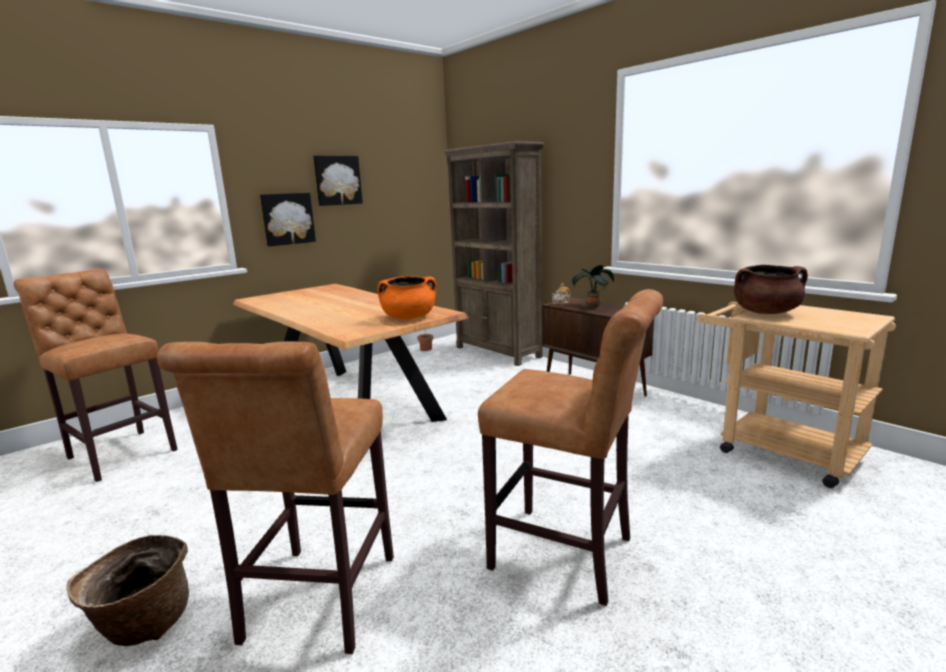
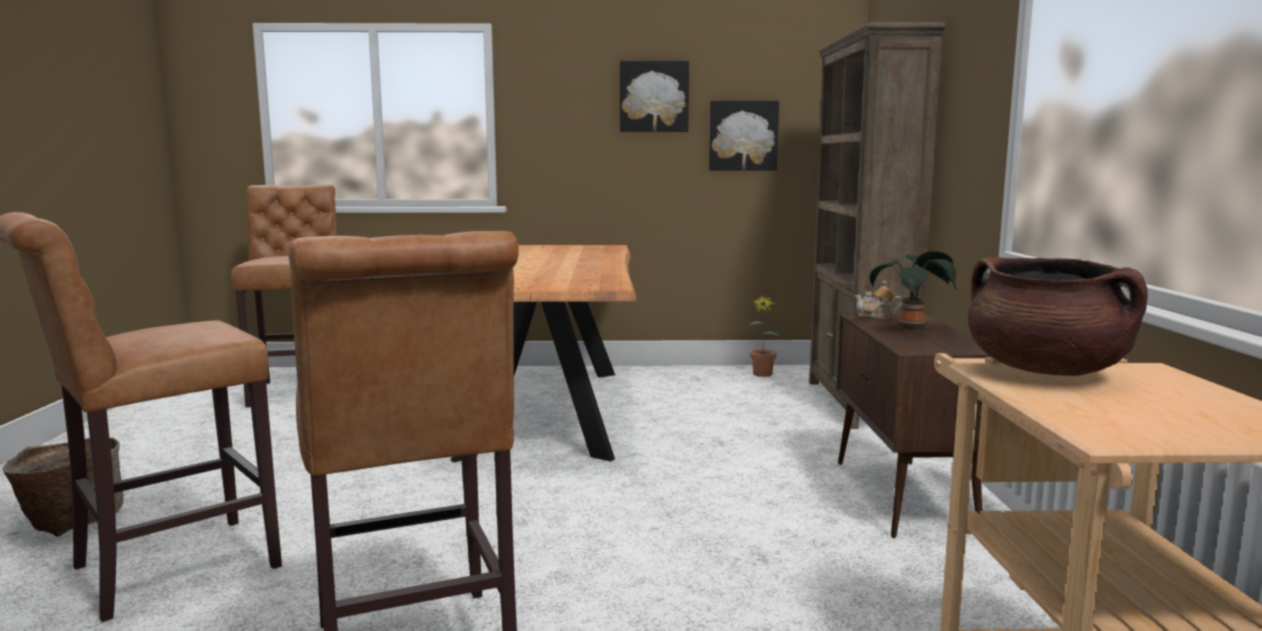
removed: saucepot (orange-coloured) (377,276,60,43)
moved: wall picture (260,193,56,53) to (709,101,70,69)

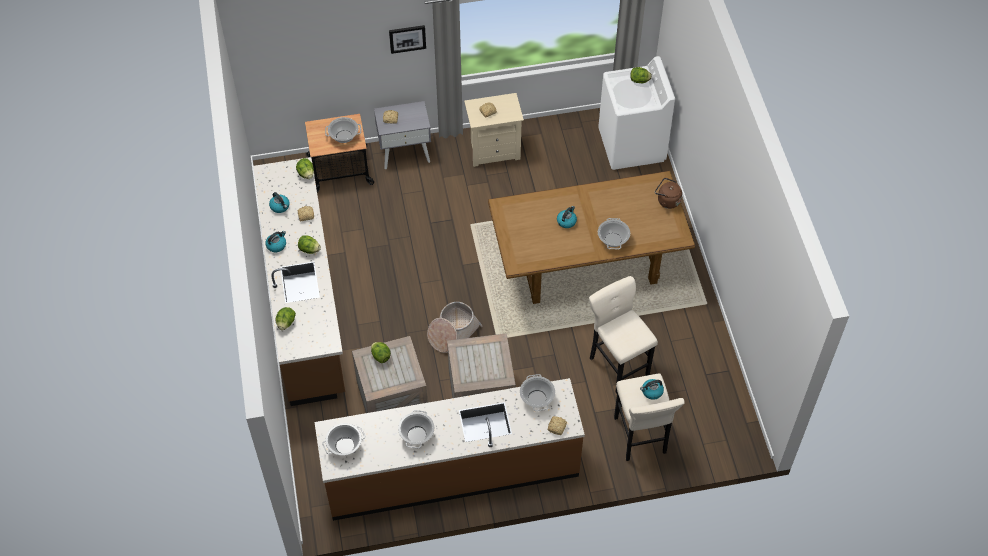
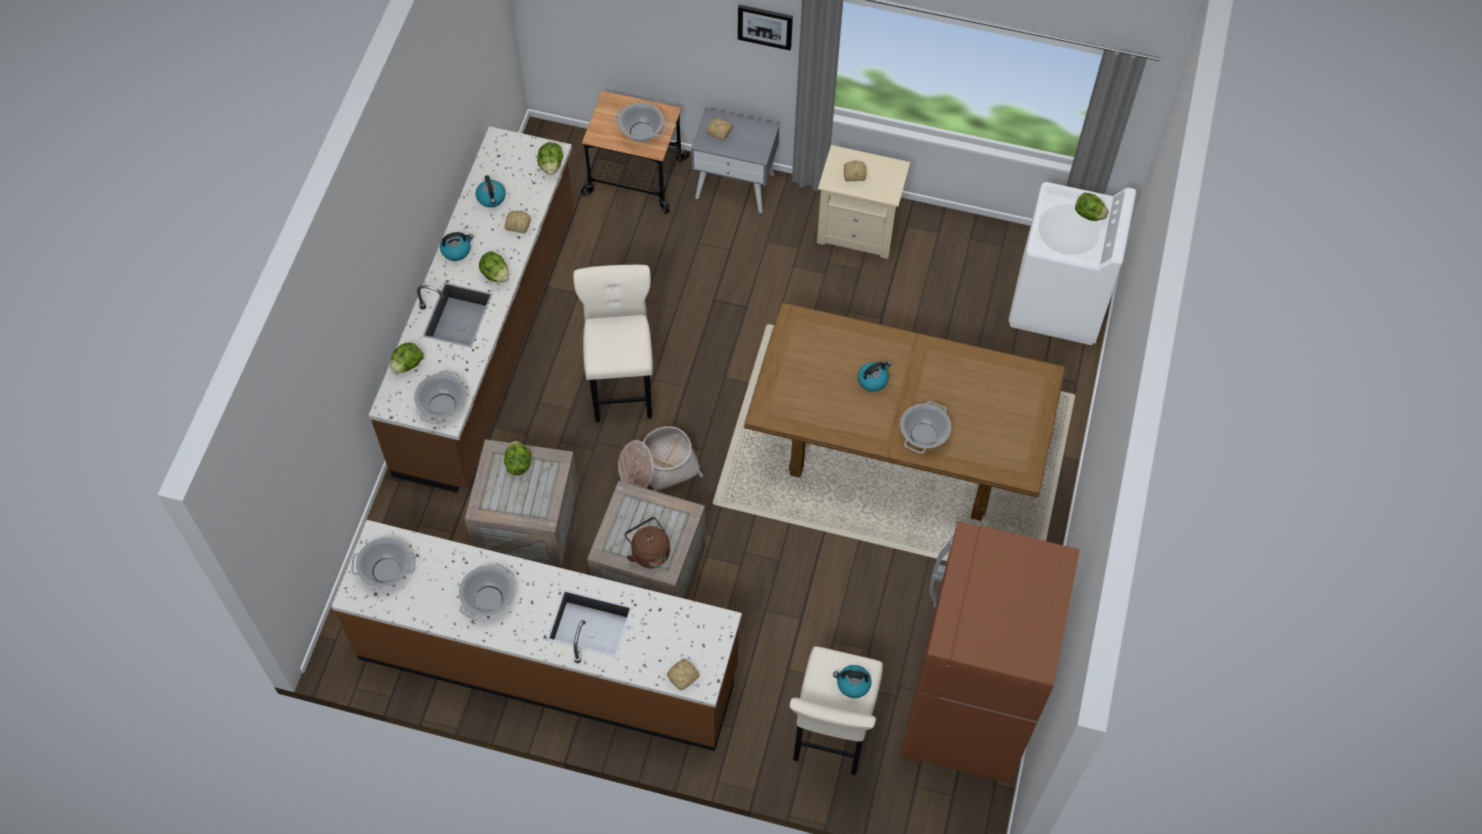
added: refrigerator (brownish) (900,521,180,263)
moved: saucepot (520,374,35,37) to (414,370,52,54); stool seat (sand-coloured) (589,276,69,118) to (573,265,80,157); water kettle (brownish) (655,178,27,31) to (625,517,45,51)

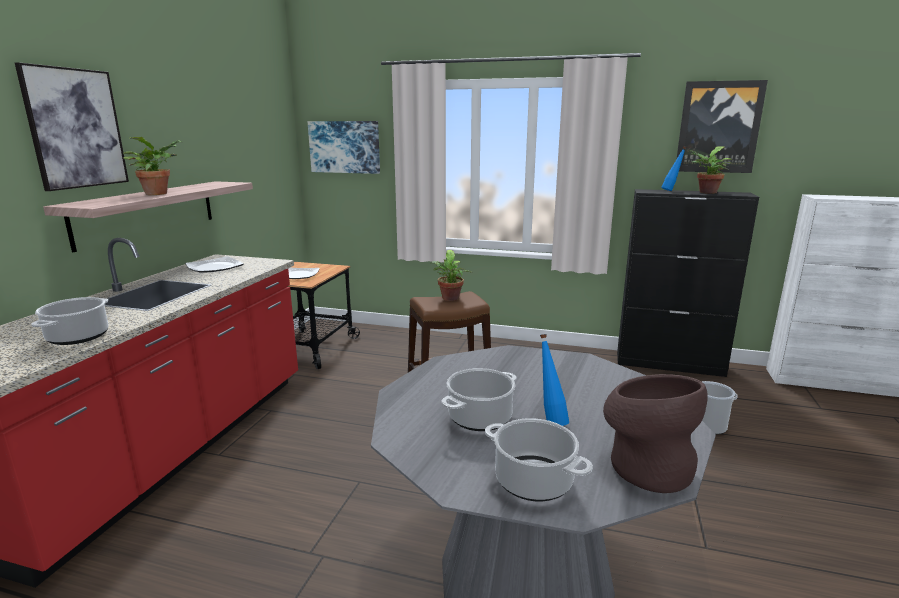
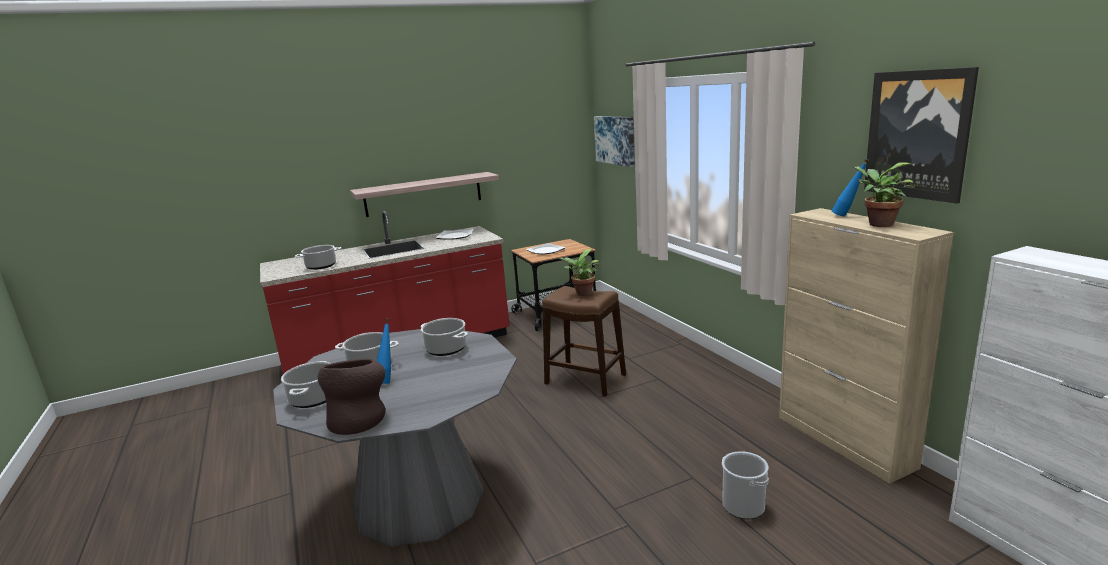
removed: wall picture (15,62,114,129); potted plant (123,137,59,58)
added: saucepot (421,318,47,38)
recoloured: cupboard (blackish) (617,189,142,188) to cupboard (sand-coloured) (779,208,175,276)

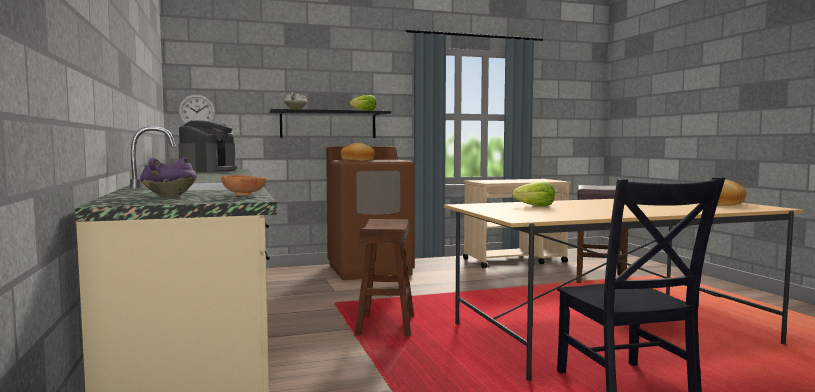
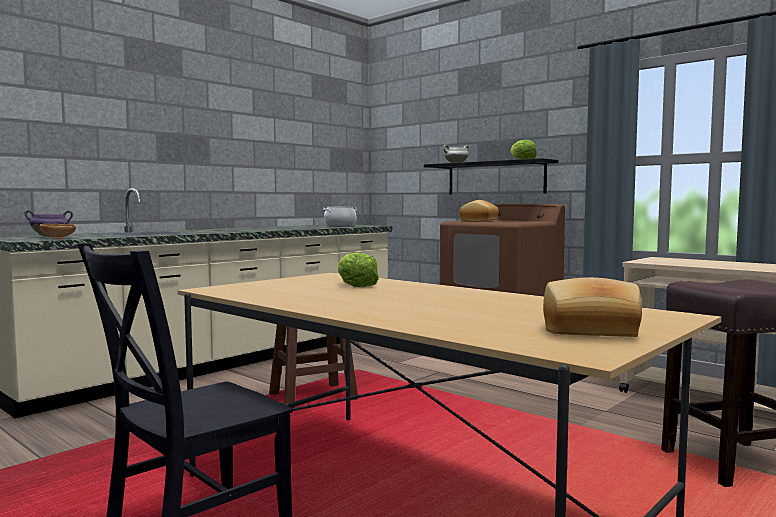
removed: wall clock (178,94,38,31)
replaced: coffee brewer (179,120,59,52) to saucepot (323,206,34,20)

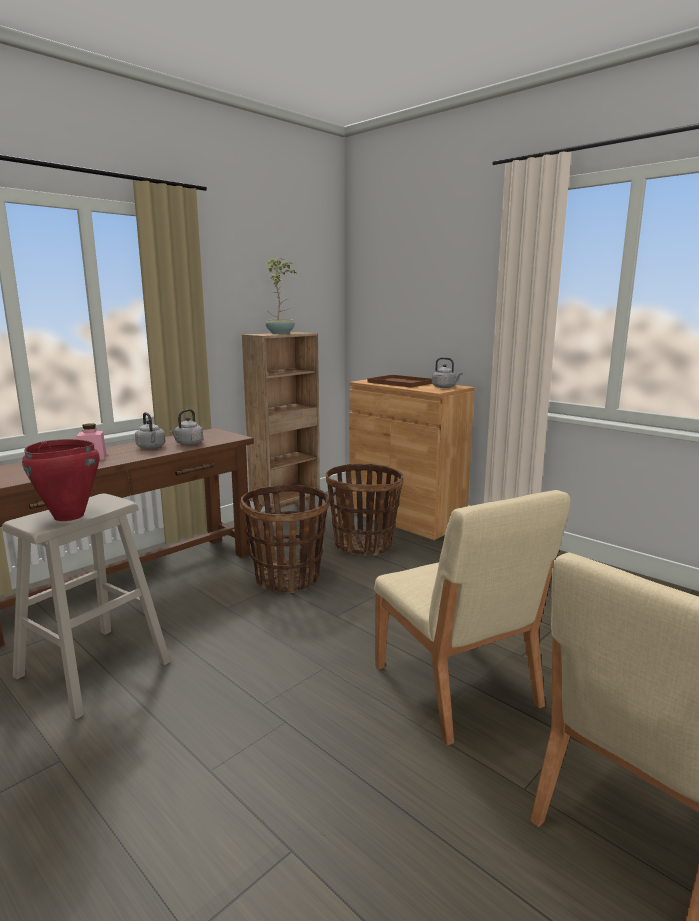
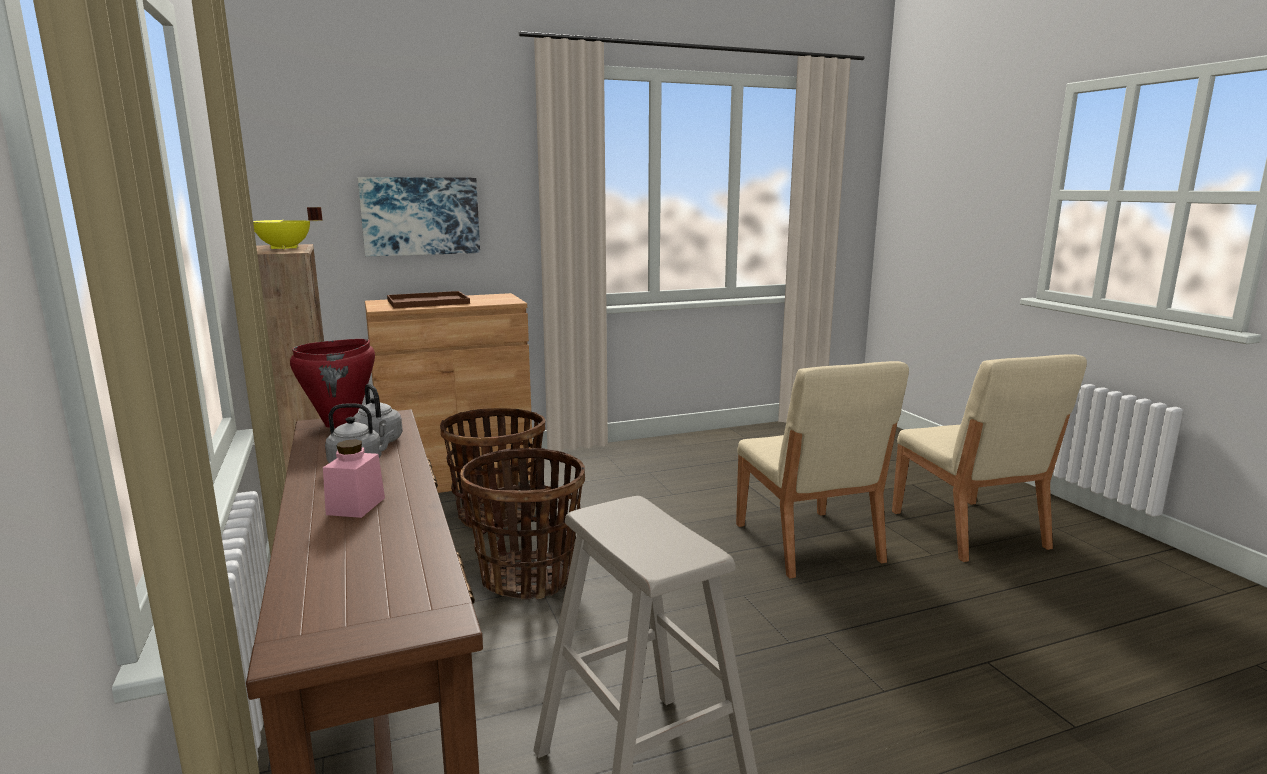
removed: water kettle (grey) (432,357,31,31)
added: wall picture (358,177,122,79)
moved: saucepot (red-coloured) (22,439,78,82) to (290,339,85,89)
replaced: potted plant (266,258,30,76) to saucepot (yellowish) (253,207,70,42)
turned: chair (sand-coloured) (374,490,196,256) = (736,361,173,218) 75 degrees clockwise

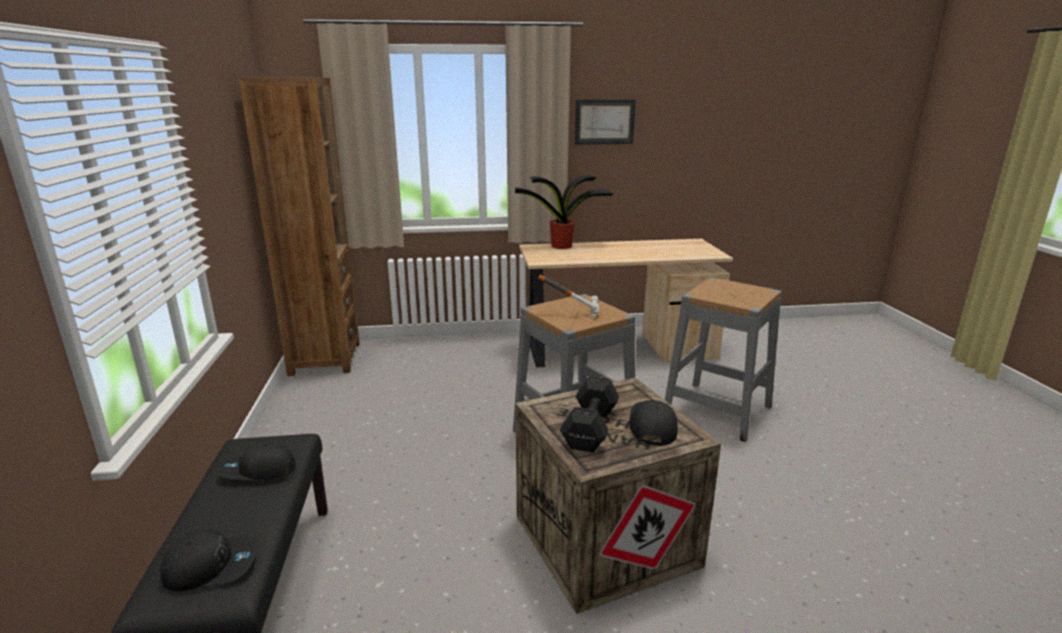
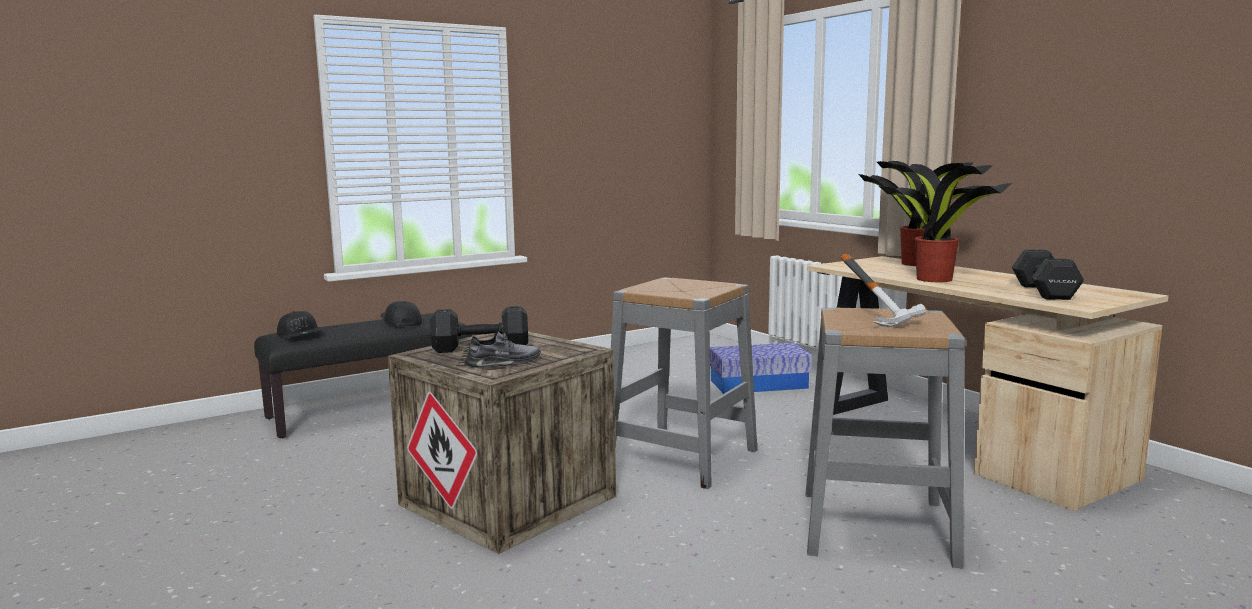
removed: shelving unit (brownish) (239,77,121,299); wall picture (575,100,61,45)
added: storage container (710,343,102,51); potted plant (879,164,133,118); hand weight (blackish) (1012,250,72,50)
moved: hammer (538,274,61,43) to (841,254,85,73)
replaced: cap (blackish) (629,400,49,46) to shoe (grey) (465,331,76,37)

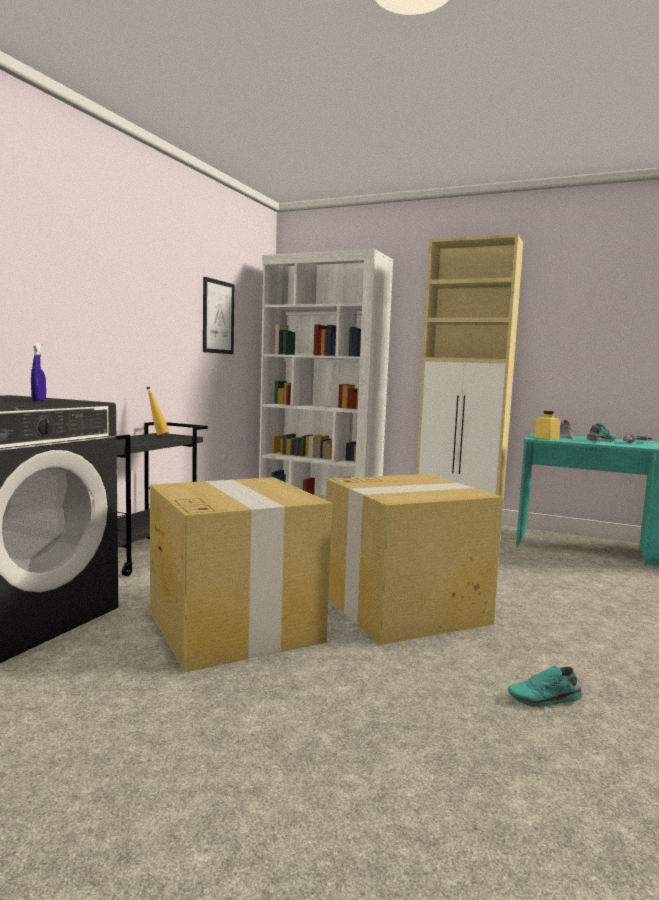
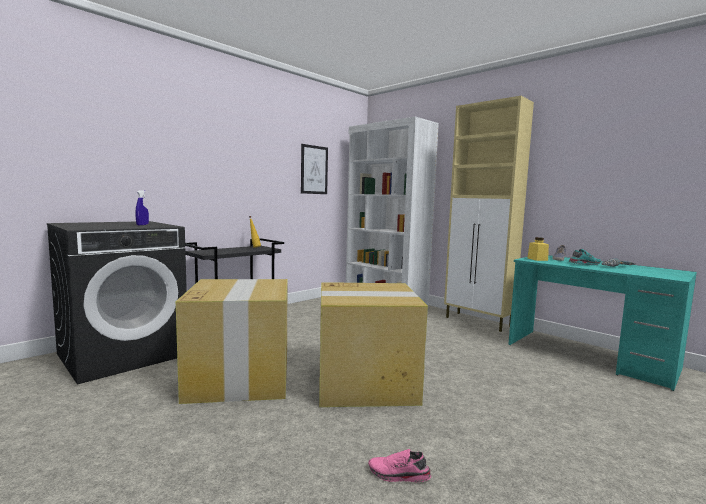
recoloured: shoe (blue-green) (508,666,75,42) to shoe (pink) (368,449,63,33)

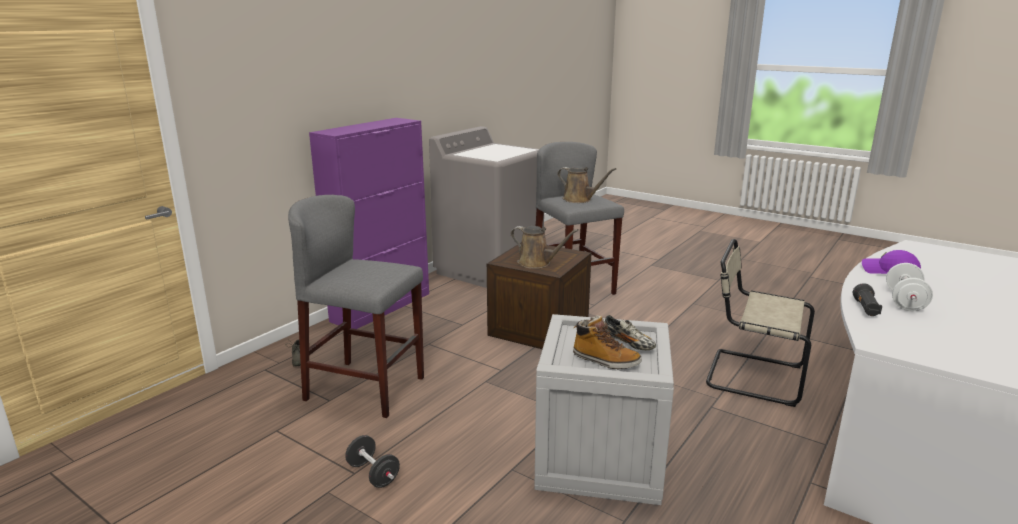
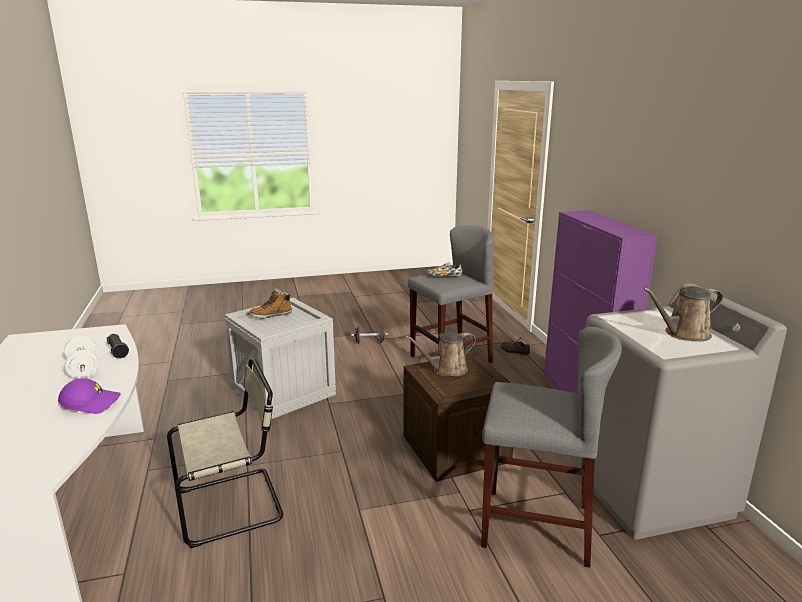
moved: watering pot (brownish) (558,166,58,37) to (643,286,80,55); shoe (605,315,51,35) to (427,262,36,15)

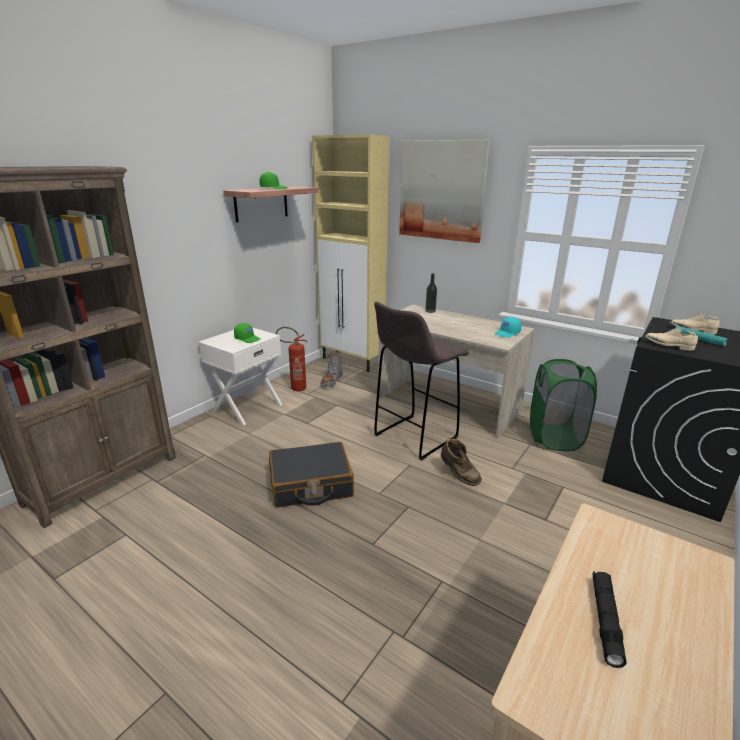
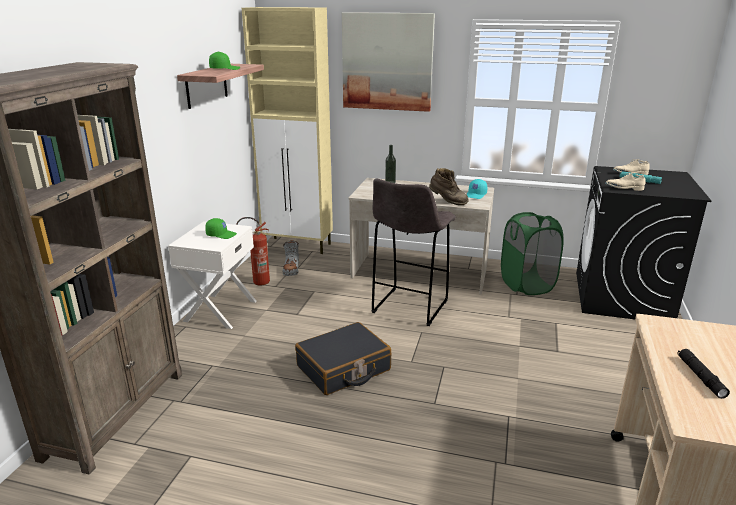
moved: high-top boot (brownish) (441,438,41,48) to (429,168,39,37)

